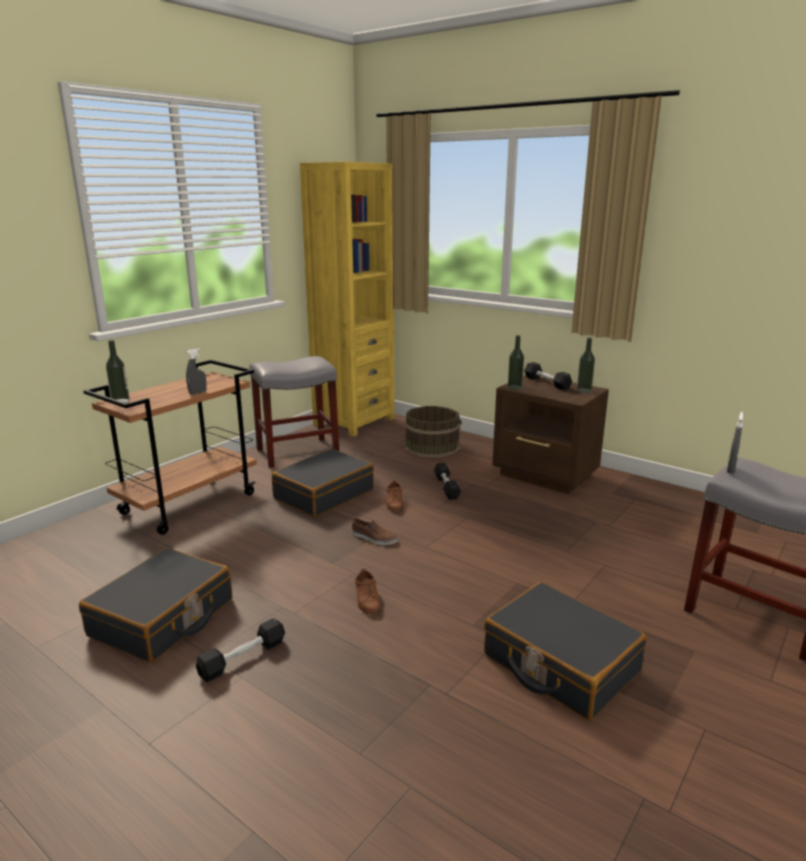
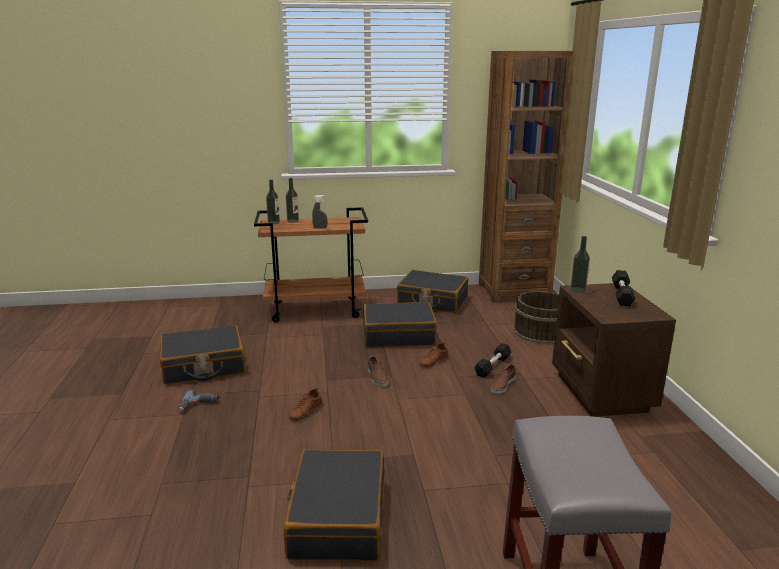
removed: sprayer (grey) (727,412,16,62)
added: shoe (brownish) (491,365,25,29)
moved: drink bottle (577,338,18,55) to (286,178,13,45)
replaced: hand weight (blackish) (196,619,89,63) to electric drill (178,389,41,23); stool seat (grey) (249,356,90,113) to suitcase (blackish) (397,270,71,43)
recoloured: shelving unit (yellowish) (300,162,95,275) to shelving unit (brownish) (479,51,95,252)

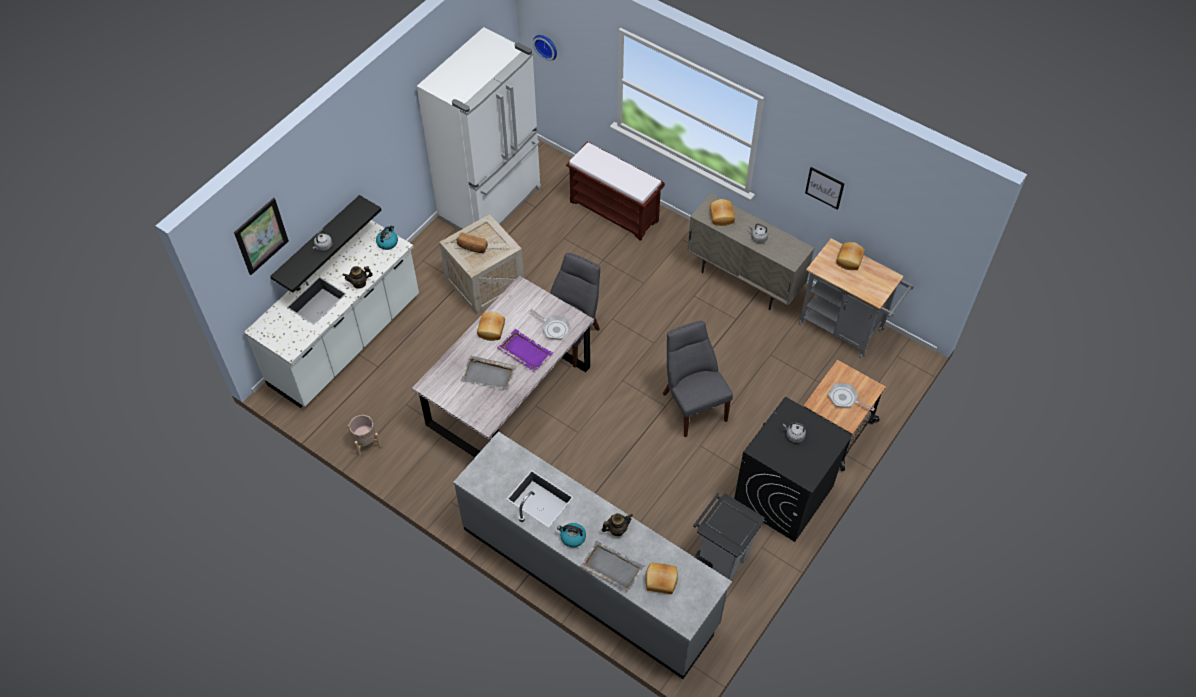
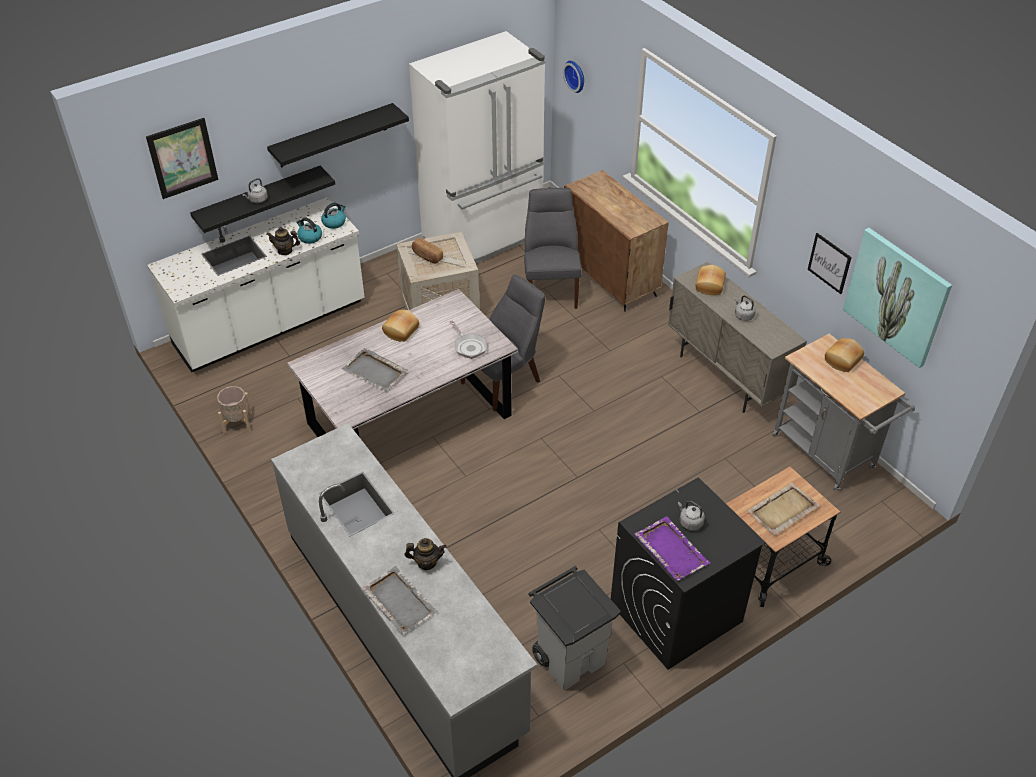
removed: baked bread (645,563,33,31)
added: wall shelf (blackish) (267,103,142,65); wall picture (843,228,109,140)
moved: carrying tray (purplish) (497,329,56,43) to (635,516,75,65); water kettle (557,523,29,25) to (296,217,26,27); chair (grey) (663,321,70,116) to (524,188,58,121)
replaced: indoor bench (brownish) (566,142,99,99) to cupboard (brownish) (564,170,105,142); frying pan (828,383,47,28) to carrying tray (sand-coloured) (747,482,72,53)

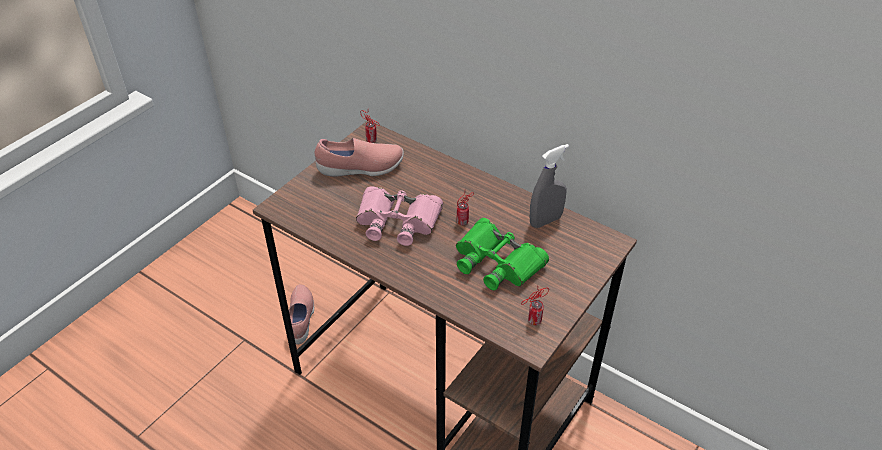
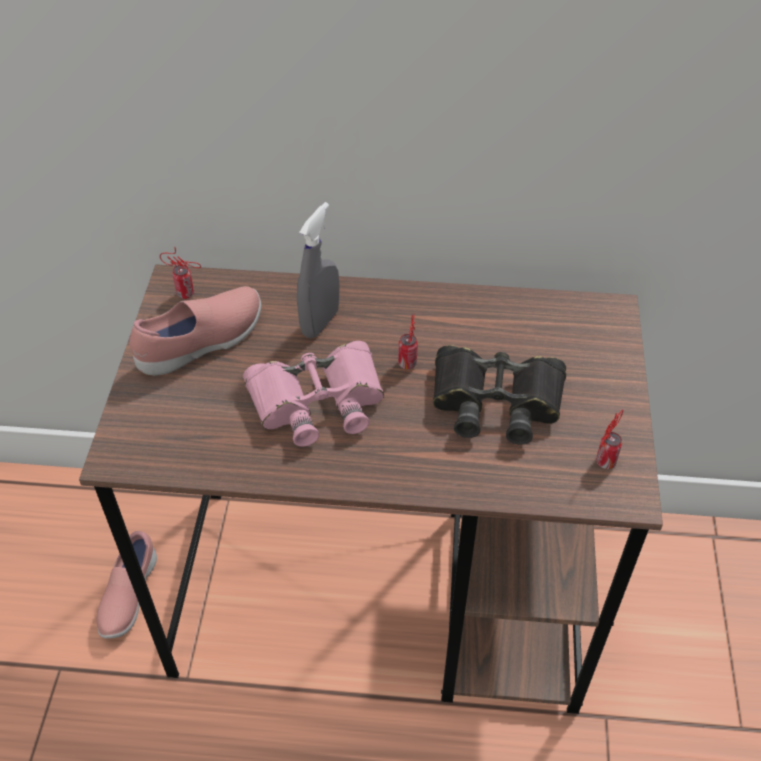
moved: sprayer (grey) (530,144,39,84) to (297,202,42,136)
recoloured: binoculars (green) (456,218,93,72) to binoculars (blackish) (433,345,133,100)
turned: shoe (pink) (289,284,25,61) = (96,531,61,108) 135 degrees counterclockwise

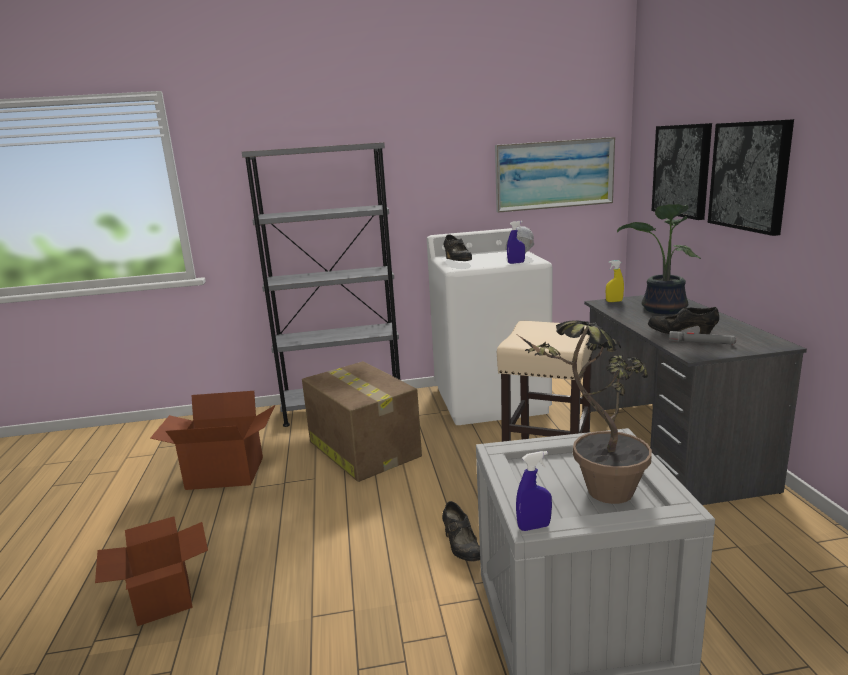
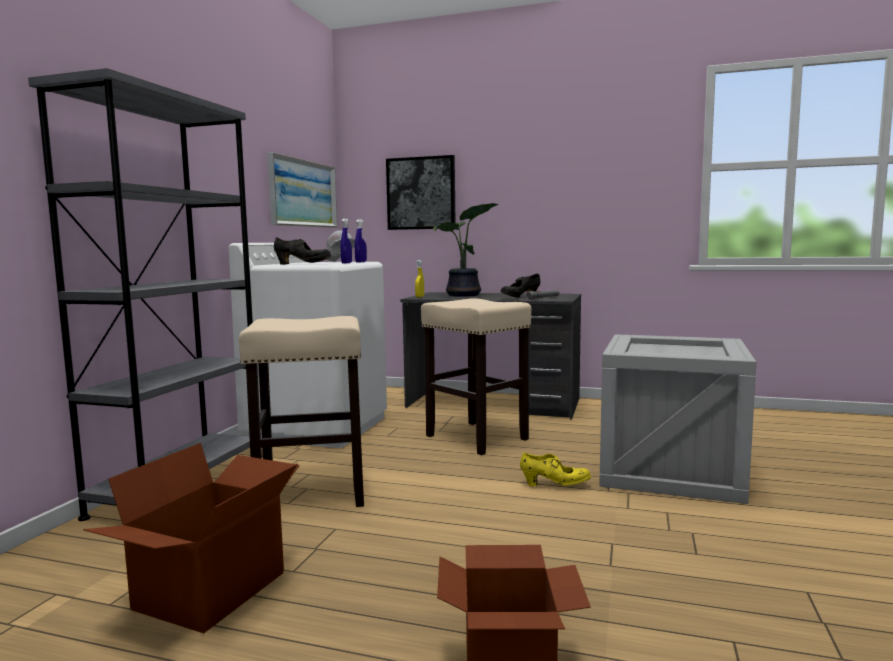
removed: potted plant (518,320,134,184); wall picture (708,119,86,117)
moved: sprayer (bluish) (516,451,36,80) to (341,219,11,45)
replaced: carton (302,361,120,121) to stool seat (sand-coloured) (239,316,125,191)
recoloured: shoe (blackish) (442,501,38,60) to shoe (yellowish) (520,452,71,34)

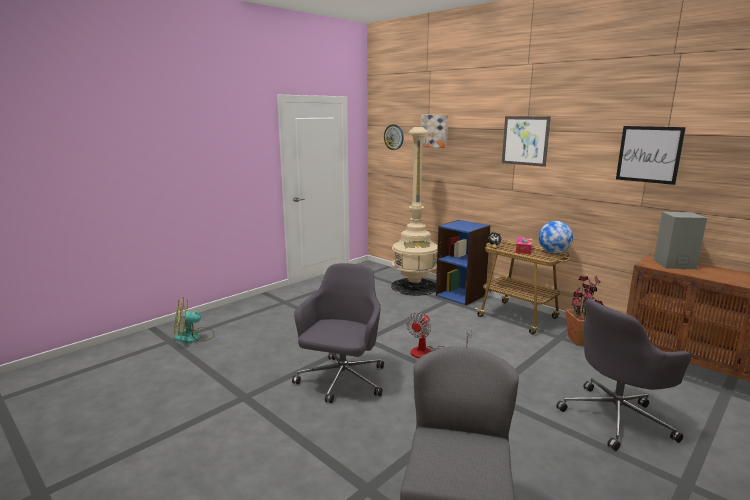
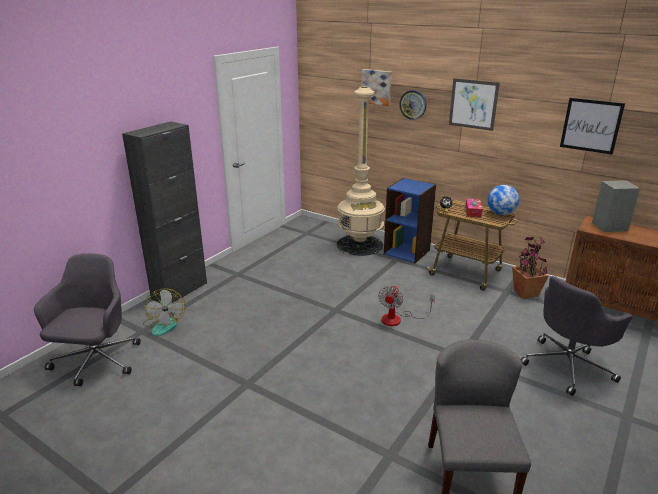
added: cupboard (blackish) (122,121,85,182)
moved: computer chair (grey) (292,263,92,140) to (34,253,107,133); wall clock (384,124,20,26) to (399,90,27,30)
turned: electric fan (174,297,41,46) = (143,288,43,48) 75 degrees counterclockwise

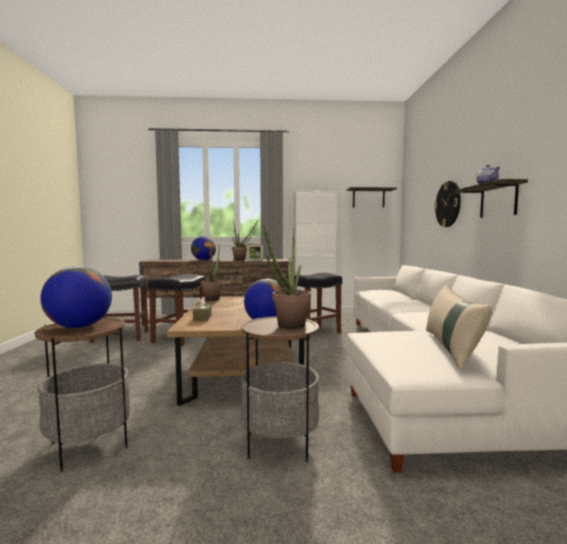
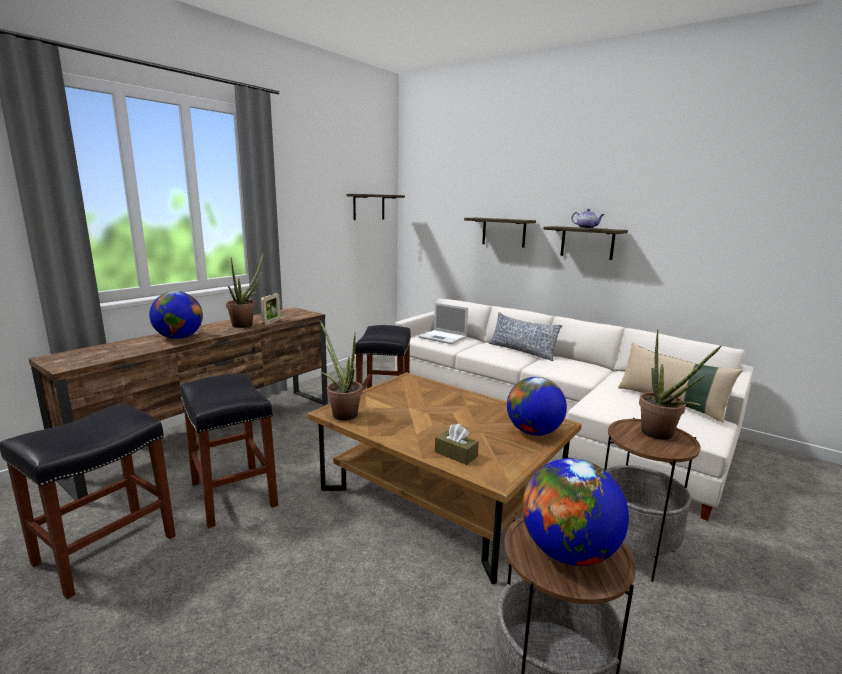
removed: cupboard (white-coloured) (294,191,43,127)
added: laptop (419,303,49,41); pillow (488,312,74,49)
replaced: wall clock (434,181,27,46) to wall shelf (464,218,72,30)

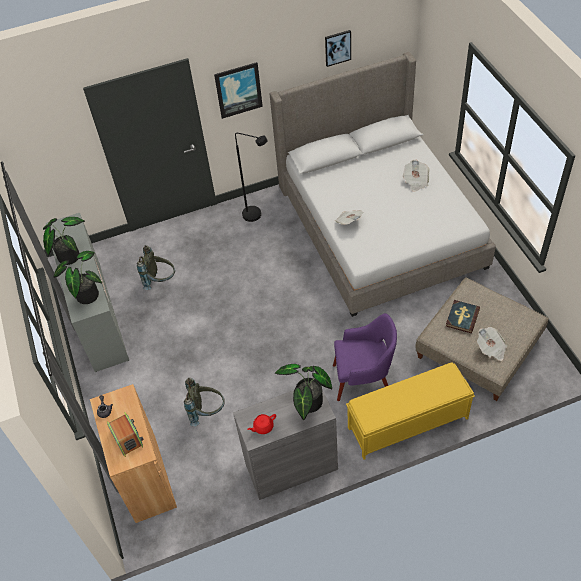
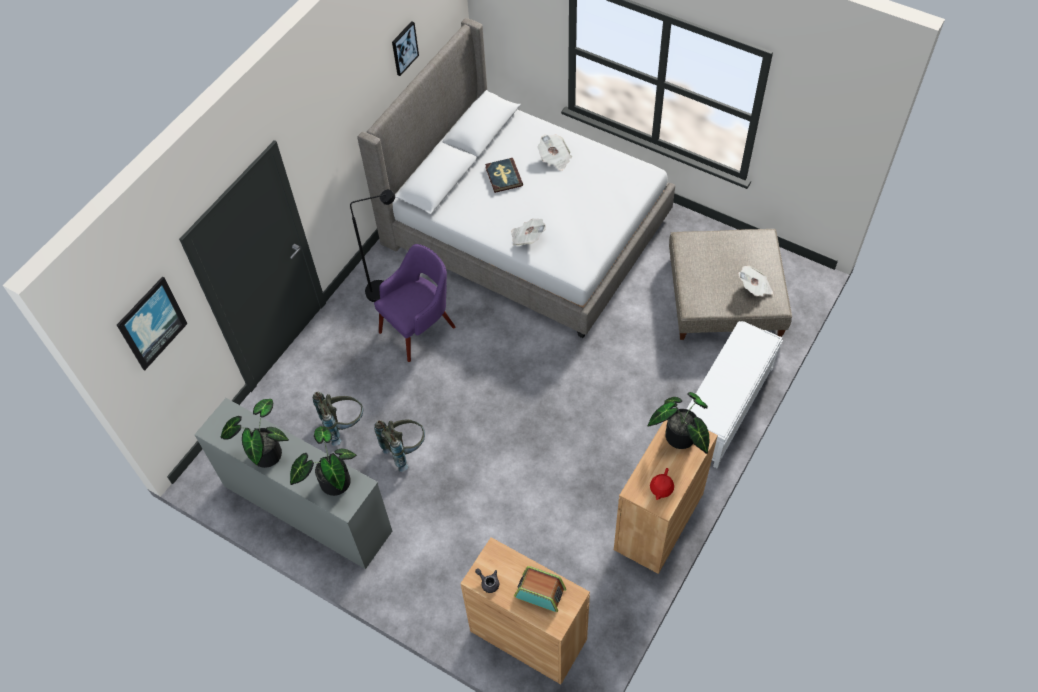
moved: backpack (grey) (184,378,41,48) to (374,419,51,53); wall picture (214,62,49,57) to (117,276,70,94); lounge chair (purplish) (333,313,64,88) to (374,244,81,118); book (446,300,34,33) to (485,158,38,35)
recoloured: cupboard (grey) (233,390,105,110) to cupboard (brownish) (614,420,104,154); indoor bench (yellowish) (346,362,129,98) to indoor bench (white-coloured) (687,321,96,148)

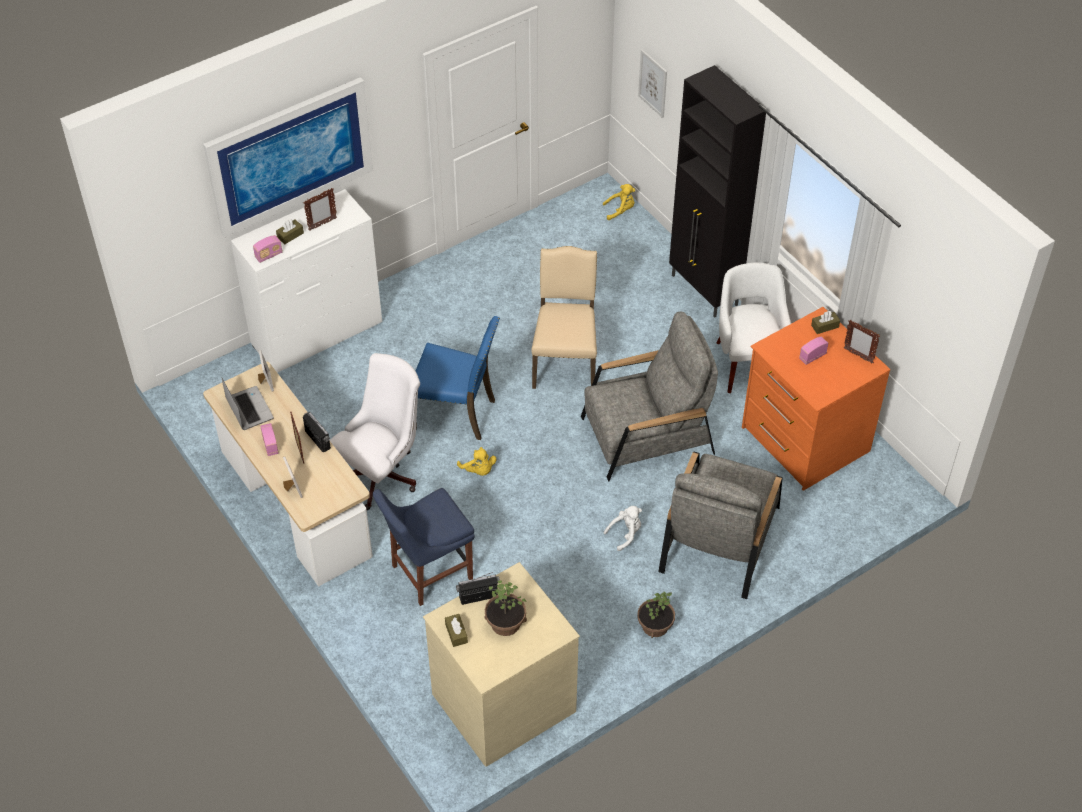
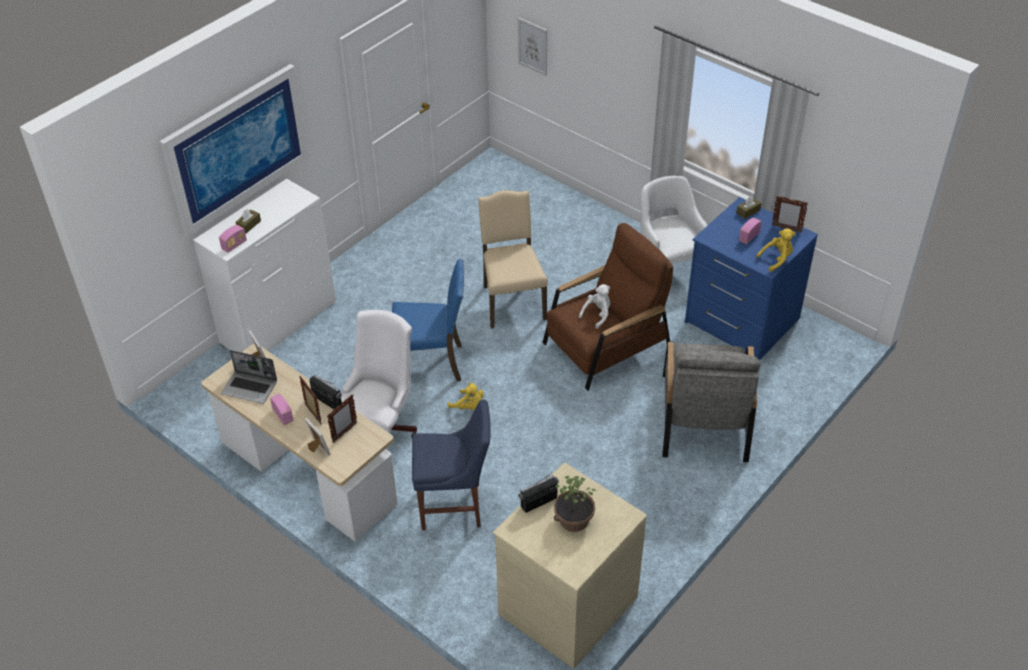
removed: tissue box (brownish) (445,614,23,33); potted plant (637,591,38,47); cupboard (blackish) (669,65,97,252)
moved: standing frame (304,188,33,43) to (327,394,30,49); plush toy (yellowish) (603,184,32,36) to (756,228,40,44); plush toy (white-coloured) (604,506,38,45) to (579,284,31,45)
recoloured: lounge chair (grey) (581,312,137,169) to lounge chair (brownish) (543,223,130,168); chest of drawers (orange-coloured) (742,307,148,184) to chest of drawers (bluish) (685,197,133,163)
turned: laptop (222,378,52,52) = (221,350,56,54) 150 degrees clockwise; chair (bluish) (373,488,102,118) = (412,400,79,130) 135 degrees counterclockwise

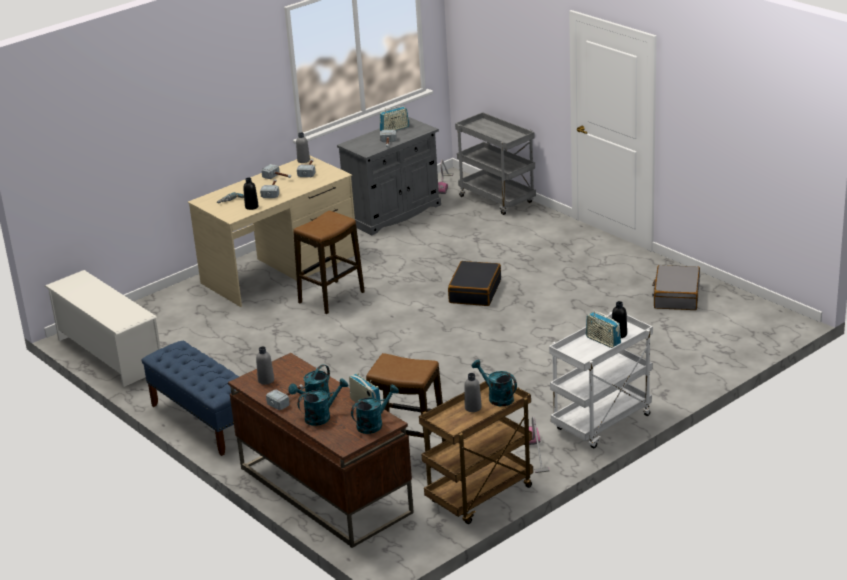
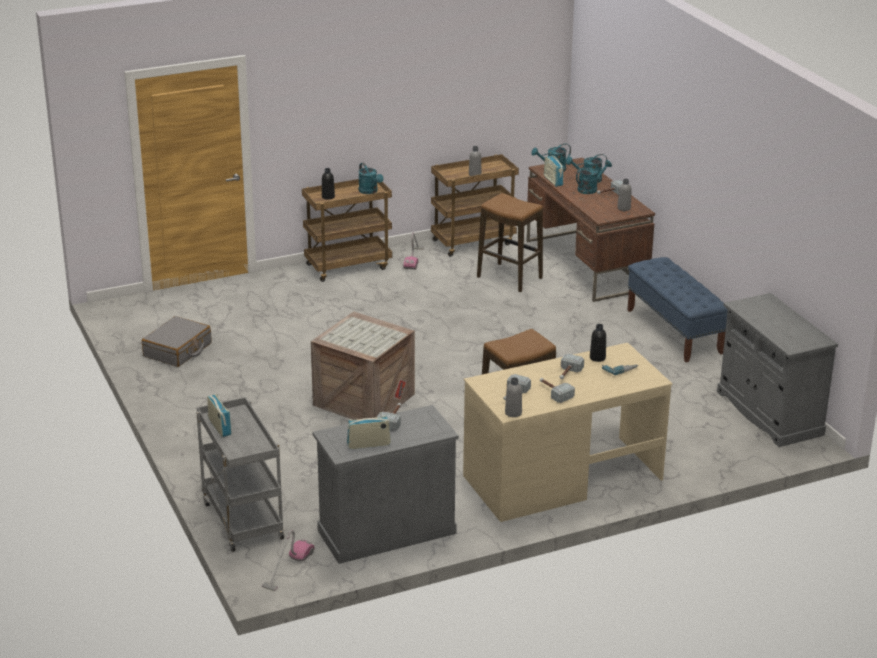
moved: watering pot (blue-green) (472,360,45,46) to (358,163,25,31); radio (586,309,35,39) to (207,394,24,43)
replaced: shoe shelf (white-coloured) (45,270,116,117) to cupboard (grey) (717,293,121,154); suitcase (blackish) (448,261,53,45) to crate (311,312,104,108)
recoloured: cart (white-coloured) (549,312,104,137) to cart (brownish) (302,179,90,103)

